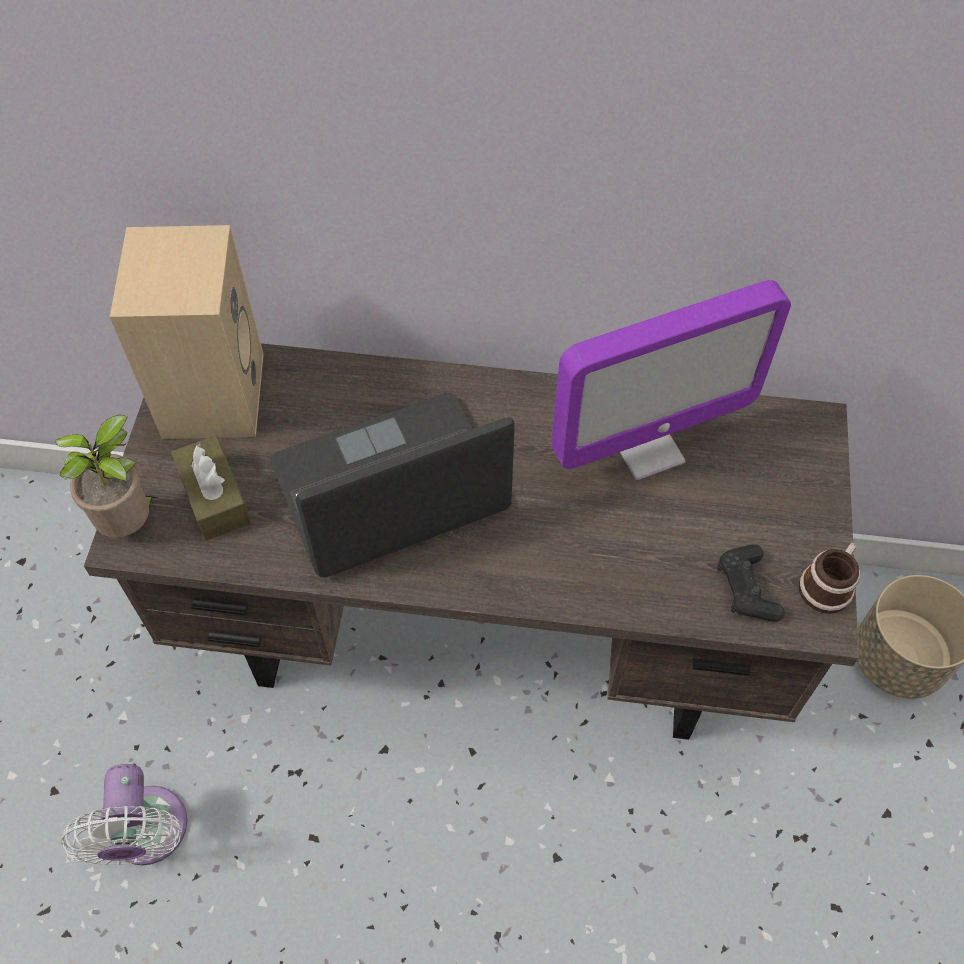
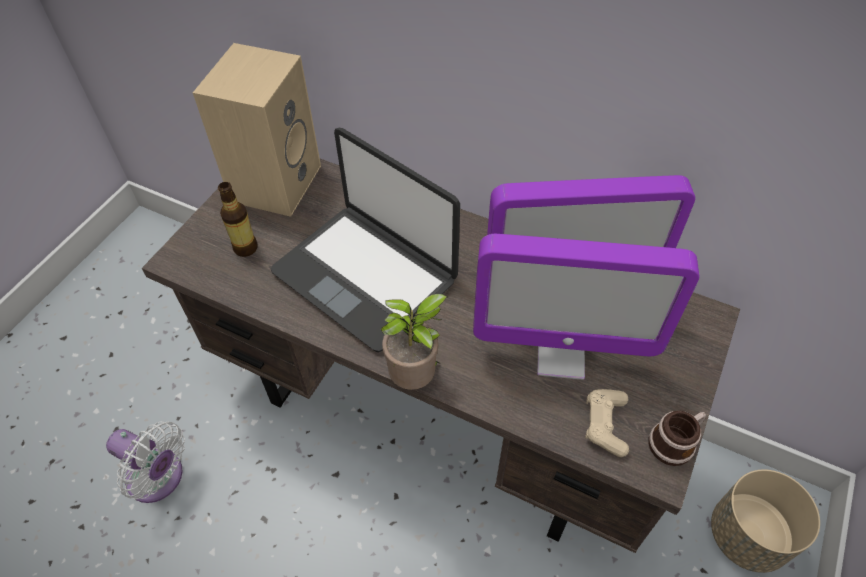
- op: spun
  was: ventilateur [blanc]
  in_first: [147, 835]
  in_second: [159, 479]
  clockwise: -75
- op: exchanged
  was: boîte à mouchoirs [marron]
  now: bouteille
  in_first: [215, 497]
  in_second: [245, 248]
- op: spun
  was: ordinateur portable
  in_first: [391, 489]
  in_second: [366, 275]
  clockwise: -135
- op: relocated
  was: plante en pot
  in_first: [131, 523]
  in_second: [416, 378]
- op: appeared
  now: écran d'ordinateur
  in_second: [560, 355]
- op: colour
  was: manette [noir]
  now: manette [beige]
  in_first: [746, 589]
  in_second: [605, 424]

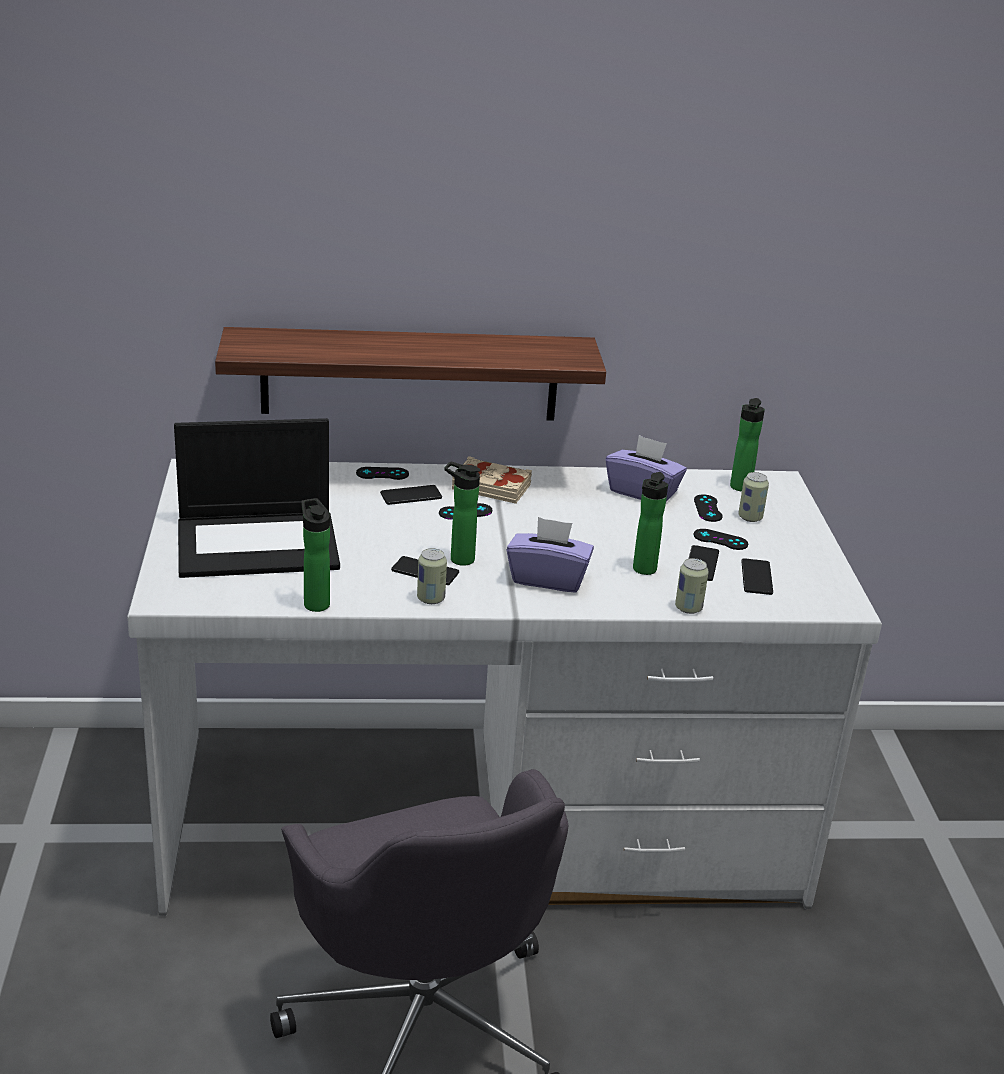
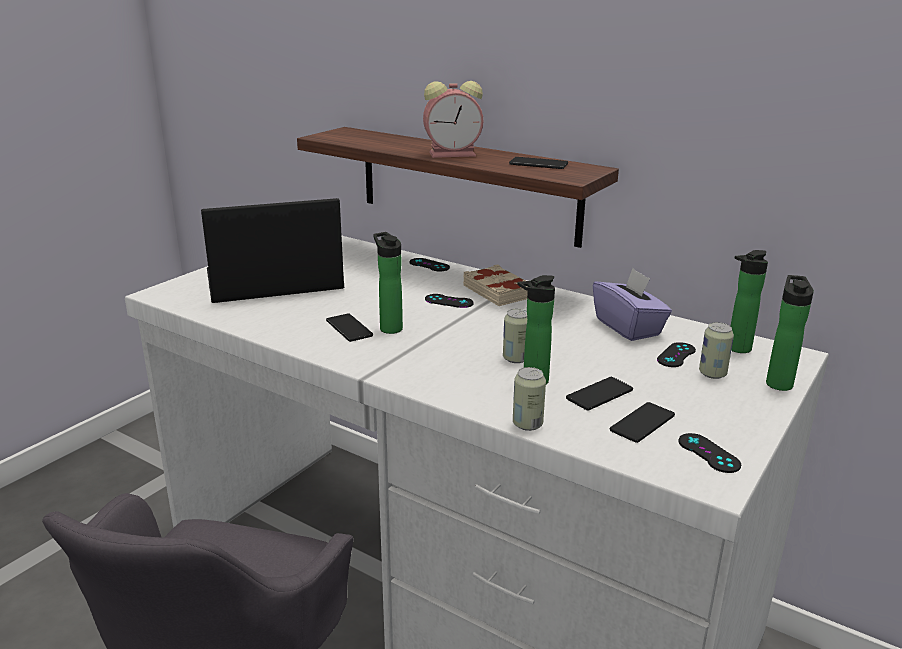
- op: spun
  was: ordinateur portable
  in_first: [259, 544]
  in_second: [273, 281]
  clockwise: 135
- op: appeared
  now: réveil
  in_second: [454, 154]
- op: relocated
  was: boîte métallique
  in_first: [431, 599]
  in_second: [515, 358]
- op: relocated
  was: téléphone
  in_first: [411, 496]
  in_second: [538, 164]
- op: relocated
  was: manette [noir]
  in_first: [720, 540]
  in_second: [708, 453]
- op: relocated
  was: bouteille
  in_first: [315, 603]
  in_second: [778, 382]
- op: missing
  was: boîte à mouchoirs [violet]
  in_first: [548, 578]

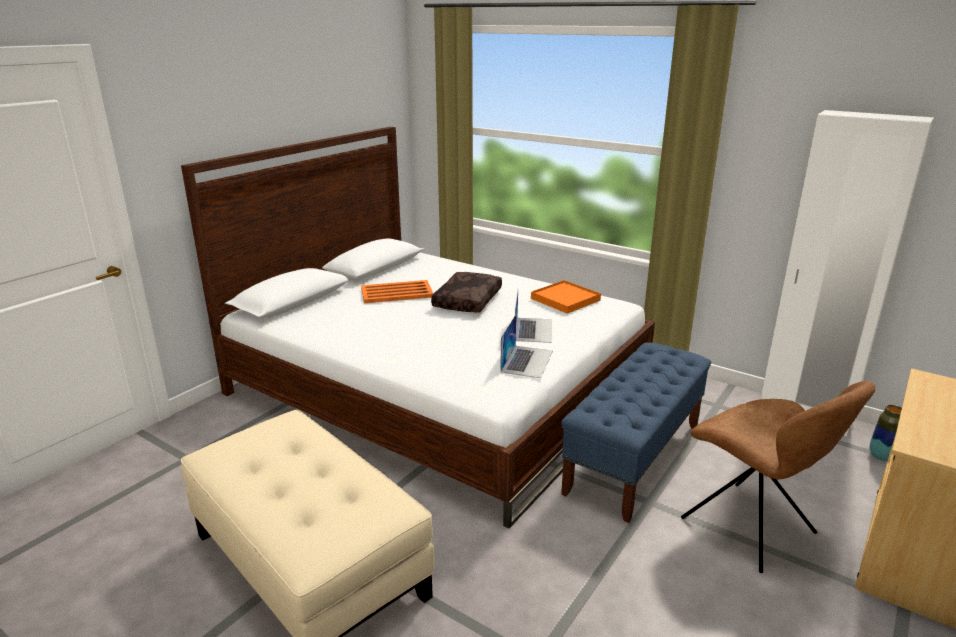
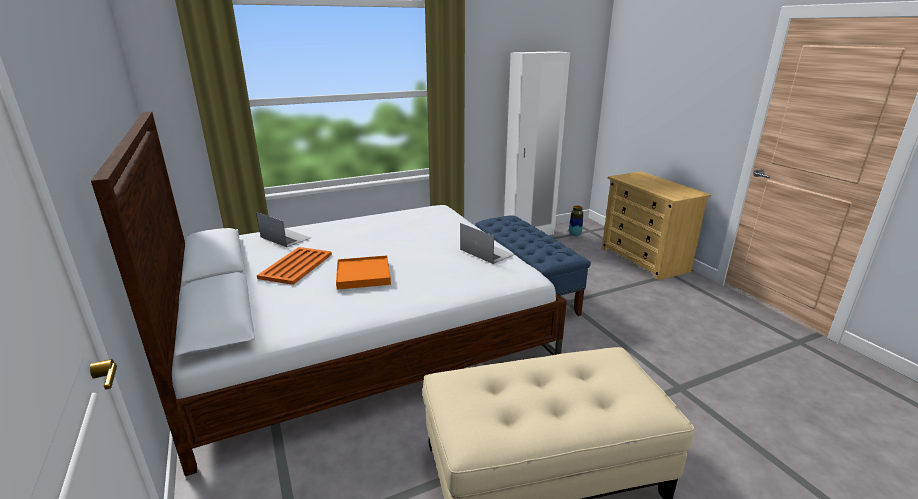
- op: relocated
  was: ordinateur portable
  in_first: [533, 329]
  in_second: [285, 237]
- op: relocated
  was: plateau [orange]
  in_first: [565, 299]
  in_second: [363, 275]
- op: missing
  was: coussin [marron]
  in_first: [466, 300]
- op: missing
  was: chaise [marron]
  in_first: [752, 528]

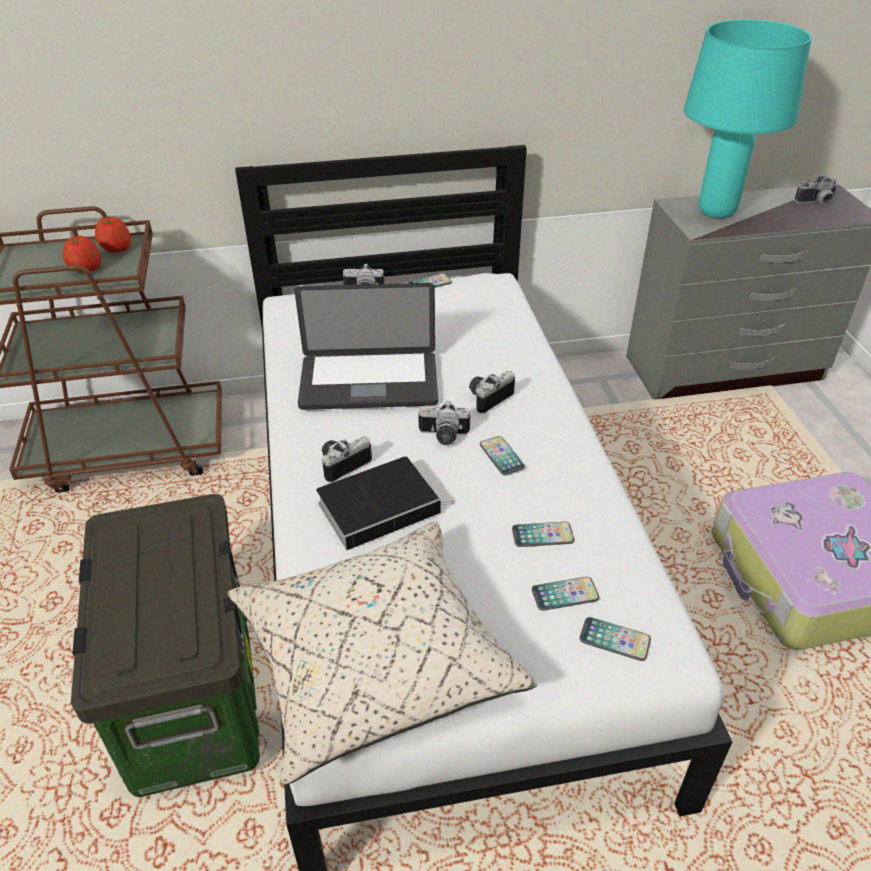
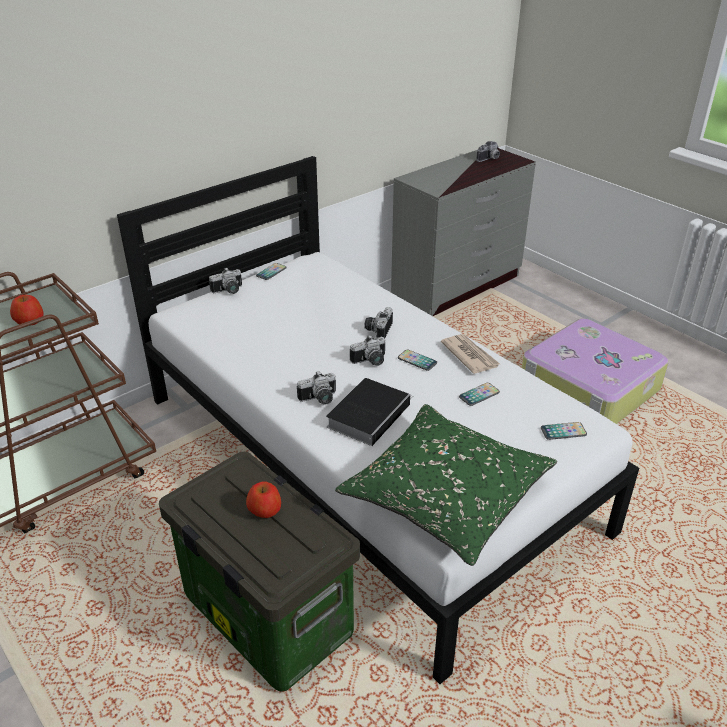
- op: relocated
  was: pomme
  in_first: [116, 248]
  in_second: [264, 510]
- op: spun
  was: appareil photo
  in_first: [342, 463]
  in_second: [319, 399]
  clockwise: -135
- op: colour
  was: coussin [beige]
  now: coussin [vert]
  in_first: [374, 660]
  in_second: [445, 495]
- op: appeared
  now: journal
  in_second: [469, 355]
- op: missing
  was: ordinateur portable
  in_first: [369, 383]
- op: missing
  was: téléphone
  in_first: [565, 594]
- op: missing
  was: lampe de table [turquoise]
  in_first: [717, 212]

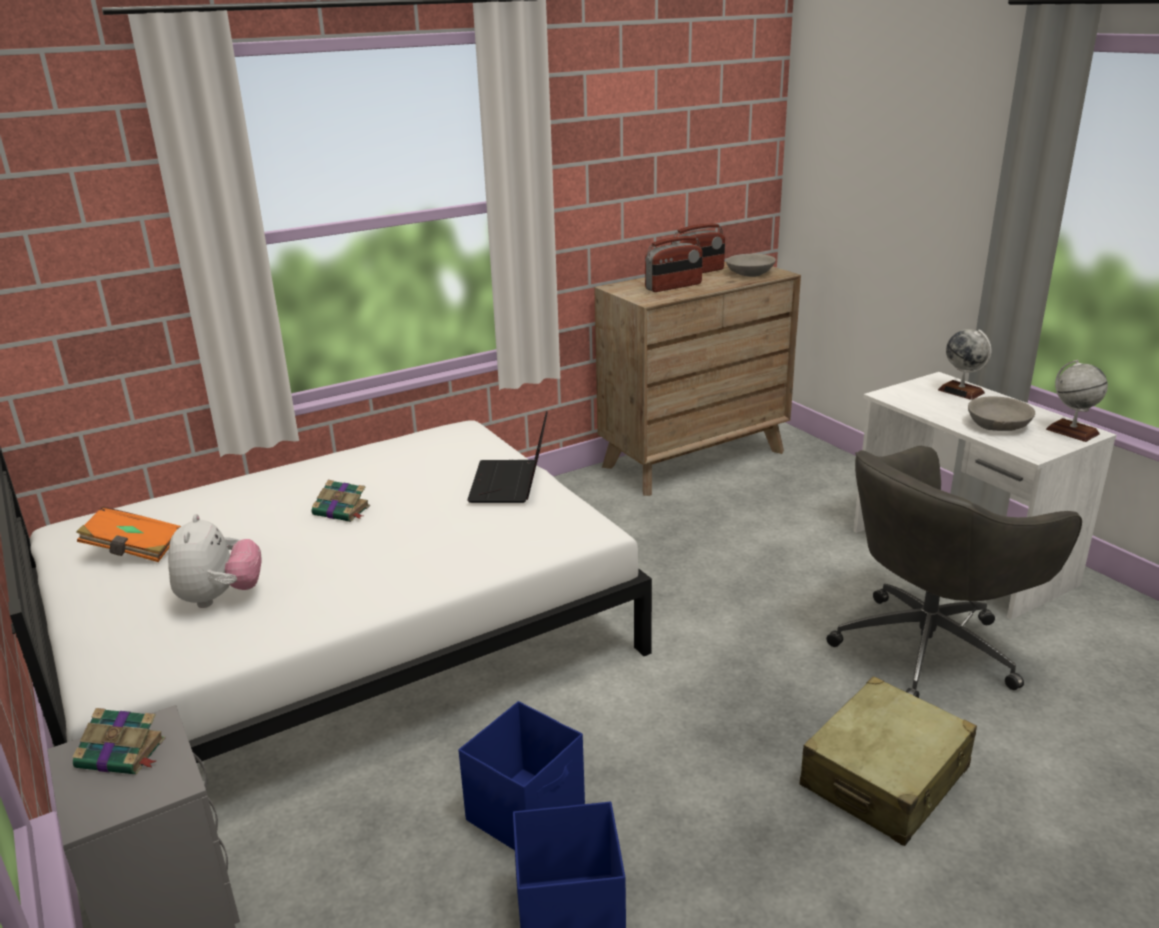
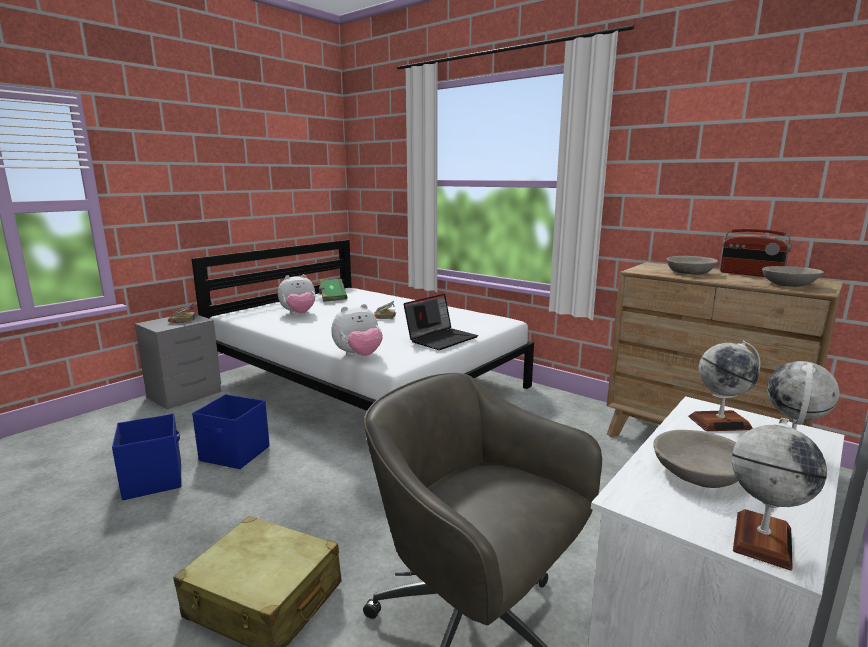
- op: colour
  was: livre [orange]
  now: livre [vert]
  in_first: [133, 549]
  in_second: [332, 297]
- op: appeared
  now: peluche
  in_second: [358, 356]
- op: spun
  was: ordinateur portable
  in_first: [511, 483]
  in_second: [441, 338]
  clockwise: 150
- op: exchanged
  was: radio
  now: bol [gris]
  in_first: [673, 287]
  in_second: [690, 273]
- op: appeared
  now: globe
  in_second: [720, 422]

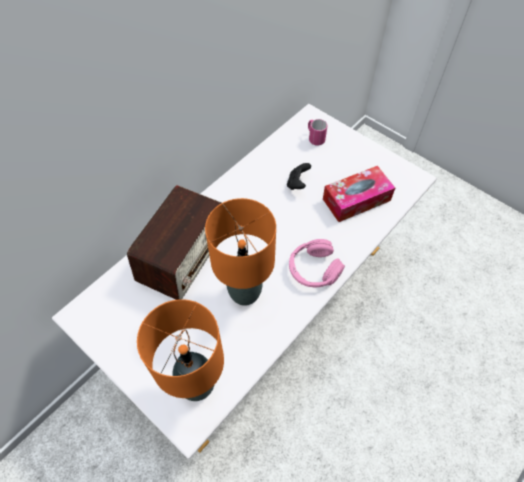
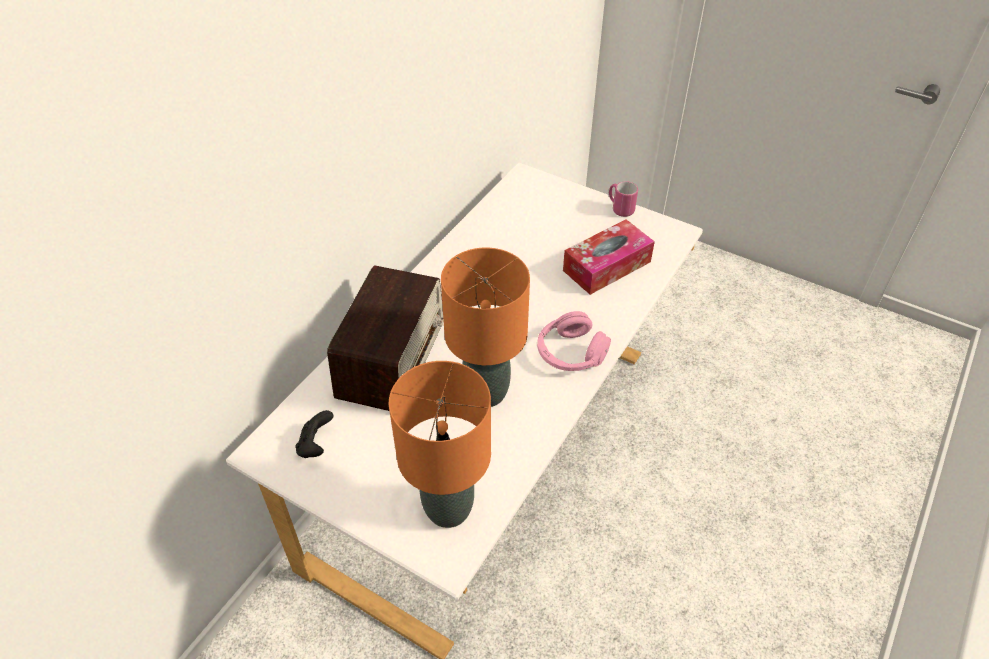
- op: relocated
  was: manette [noir]
  in_first: [297, 183]
  in_second: [316, 445]
- op: relocated
  was: mug [rose]
  in_first: [314, 138]
  in_second: [620, 208]

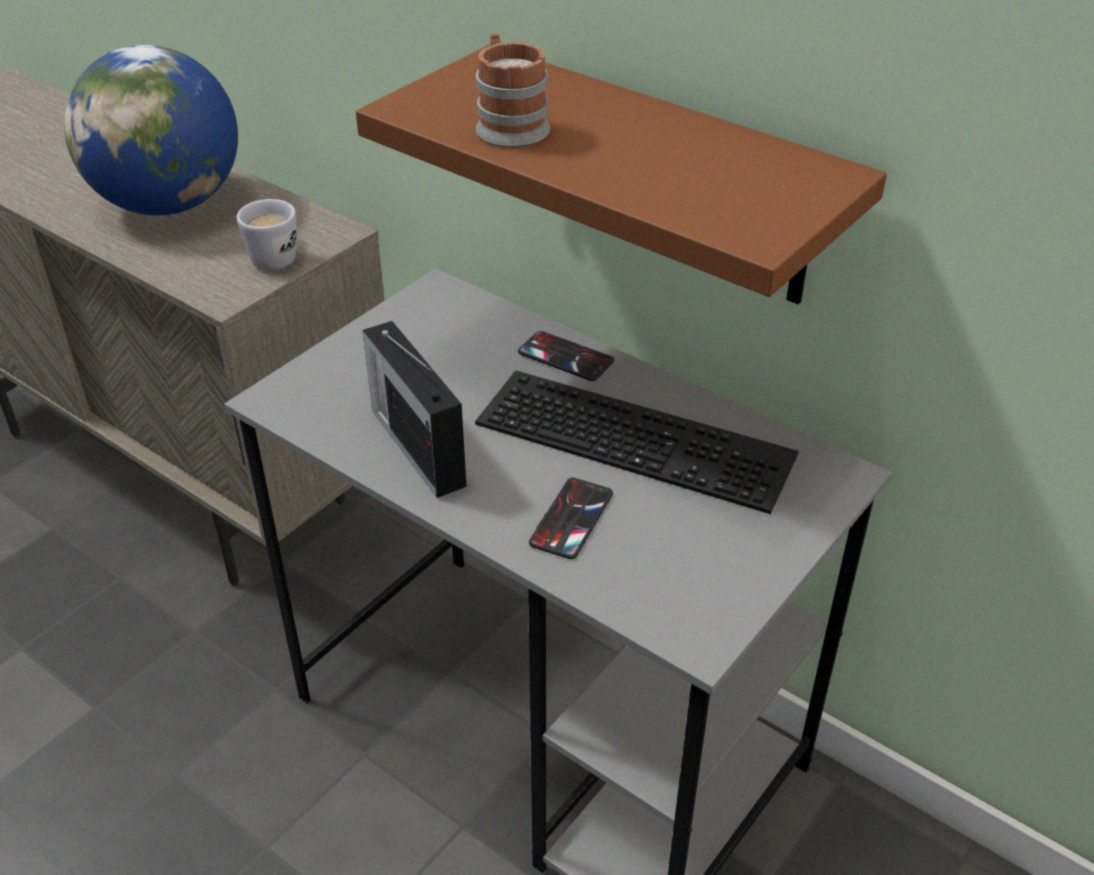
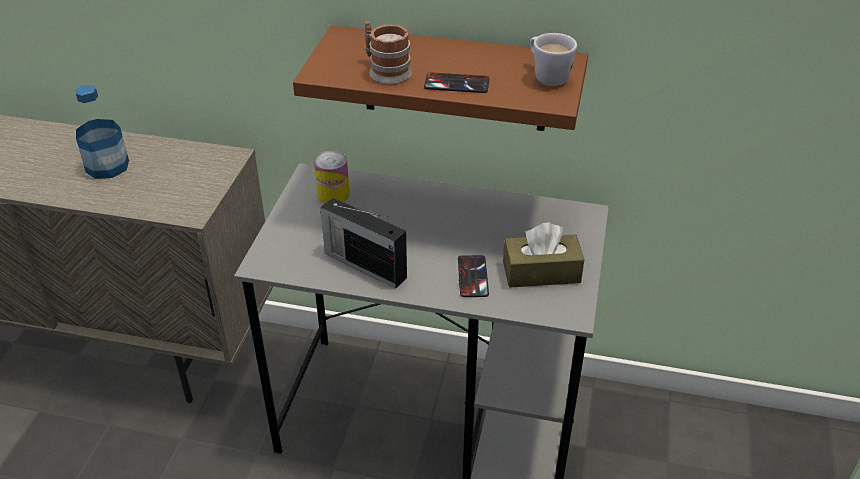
- op: exchanged
  was: globe
  now: bouteille
  in_first: [169, 204]
  in_second: [107, 166]
- op: appeared
  now: boîte métallique
  in_second: [333, 194]
- op: relocated
  was: téléphone
  in_first: [566, 357]
  in_second: [456, 83]
- op: appeared
  now: boîte à mouchoirs [marron]
  in_second: [541, 272]
- op: relocated
  was: mug [blanc]
  in_first: [275, 255]
  in_second: [546, 76]
- op: missing
  was: clavier
  in_first: [639, 436]

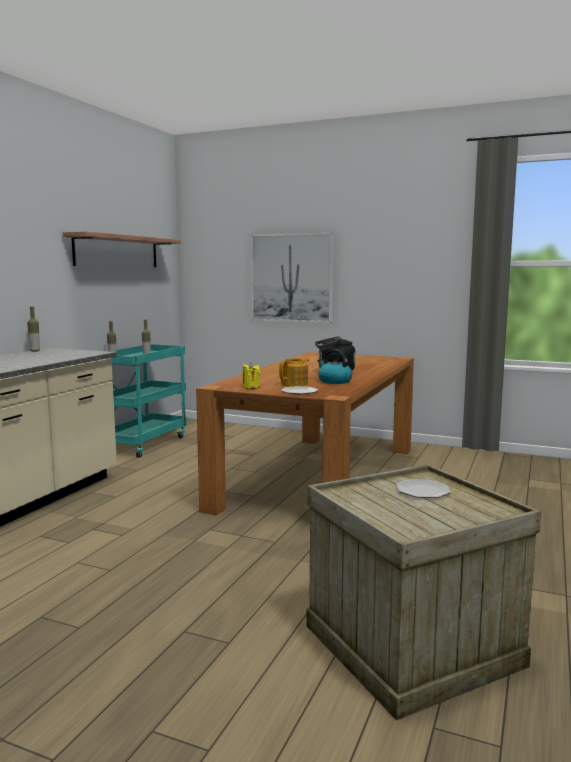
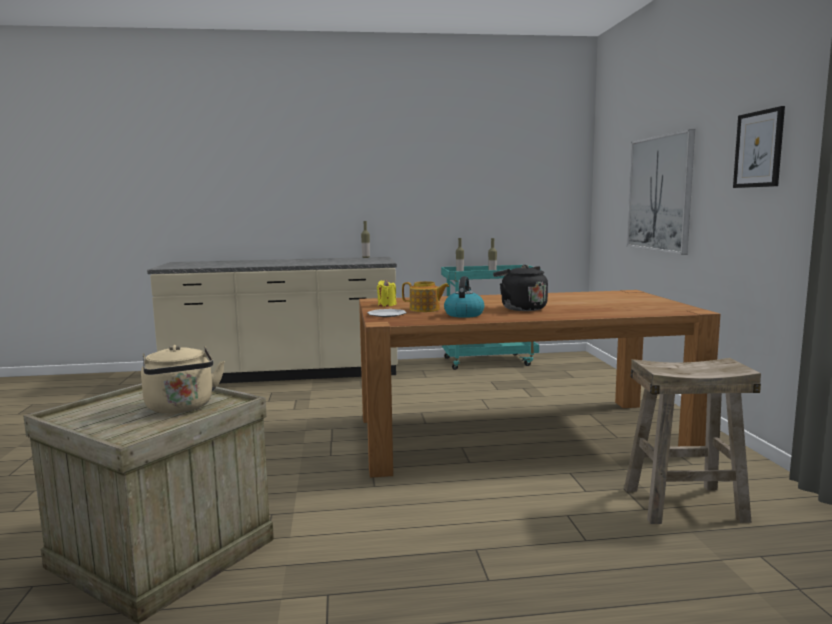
- op: exchanged
  was: assiette
  now: bouilloire [beige]
  in_first: [423, 491]
  in_second: [181, 408]
- op: appeared
  now: tabouret [beige]
  in_second: [683, 504]
- op: appeared
  now: tableau
  in_second: [759, 149]
- op: missing
  was: étagère
  in_first: [117, 251]

